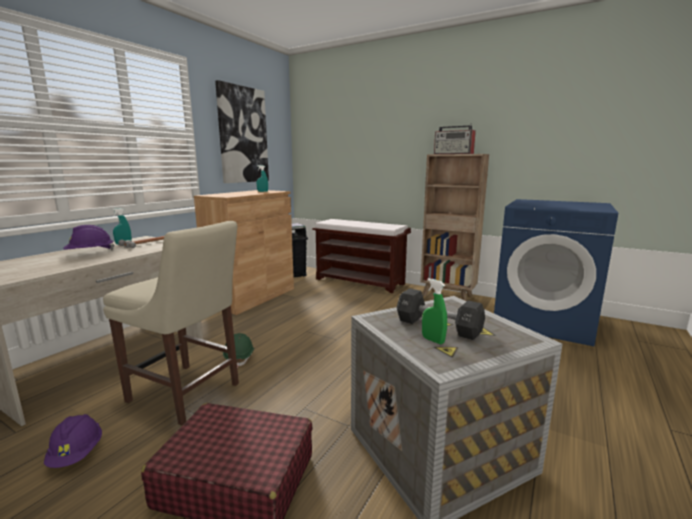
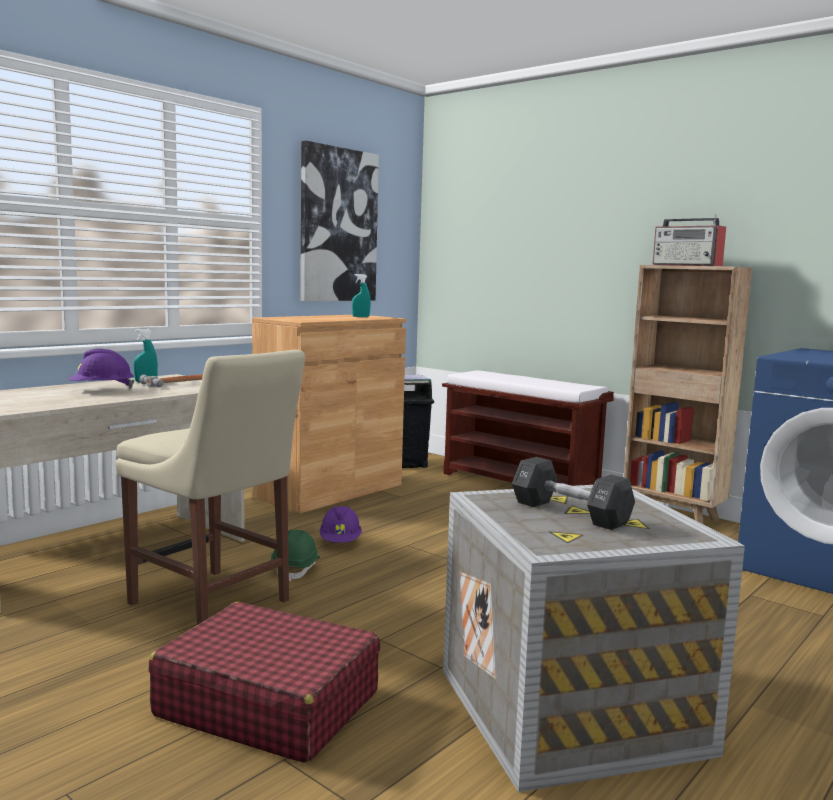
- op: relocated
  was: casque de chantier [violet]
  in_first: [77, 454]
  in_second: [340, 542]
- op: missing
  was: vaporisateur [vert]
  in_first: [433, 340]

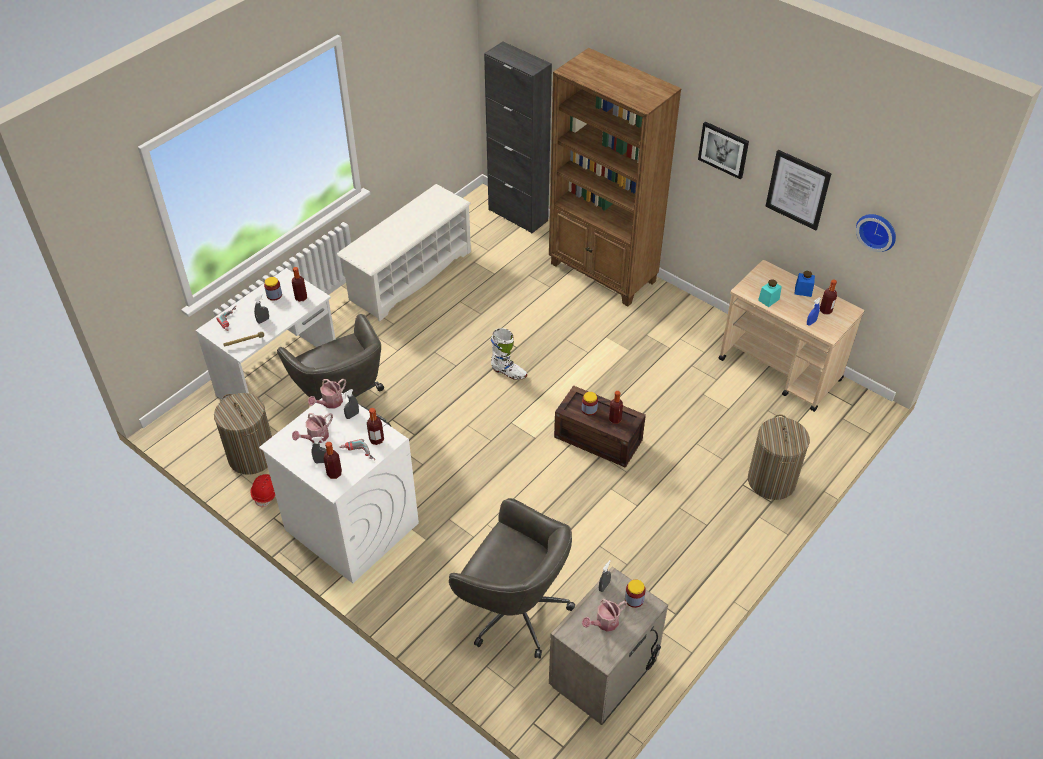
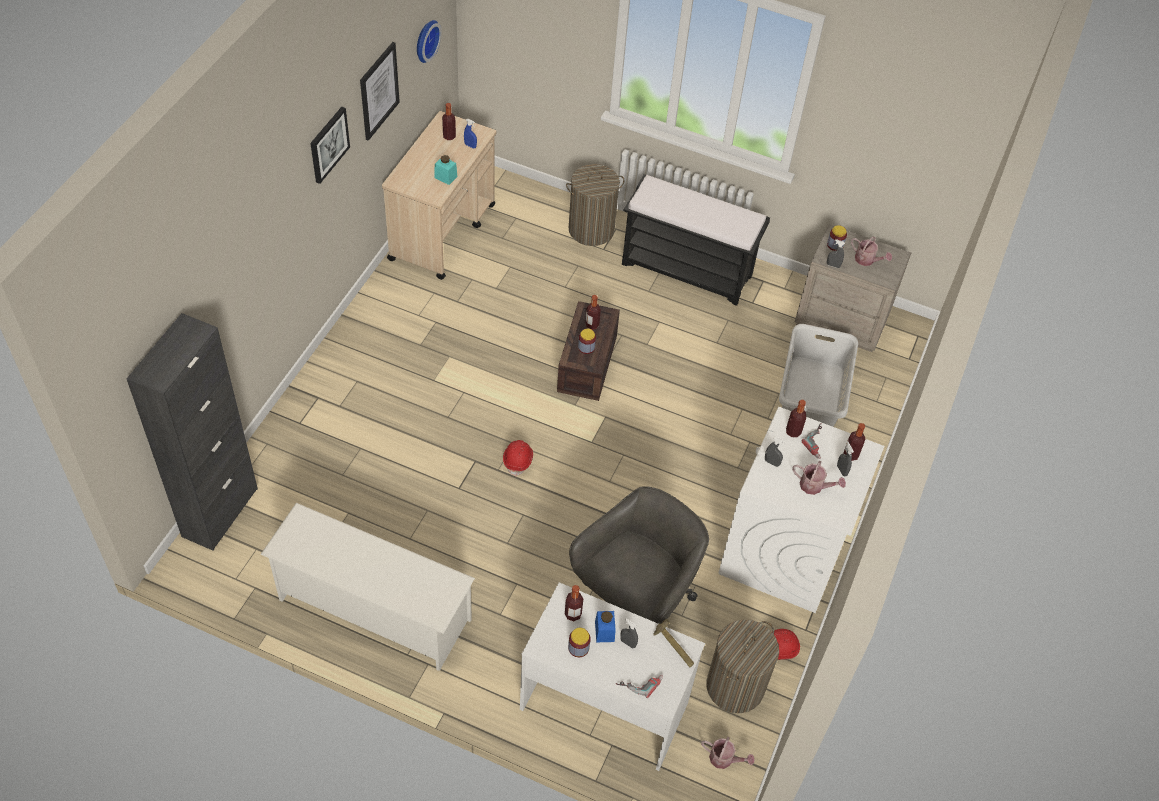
- op: exchanged
  was: botte [blanc]
  now: casque de chantier [rouge]
  in_first: [508, 372]
  in_second: [518, 460]
- op: relocated
  was: bocal [bleu]
  in_first: [803, 291]
  in_second: [604, 631]
- op: appeared
  now: banc [noir]
  in_second: [688, 269]
- op: relocated
  was: arrosoir
  in_first: [330, 403]
  in_second: [724, 759]
- op: exchanged
  was: chaise de bureau [gris]
  now: panier à linge [gris]
  in_first: [514, 609]
  in_second: [813, 392]
- op: missing
  was: bibliothèque [marron]
  in_first: [603, 273]

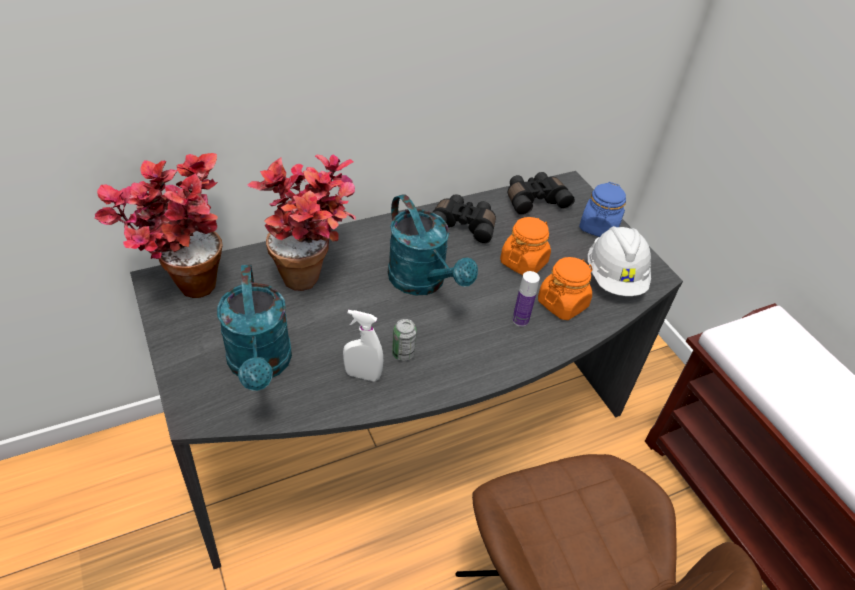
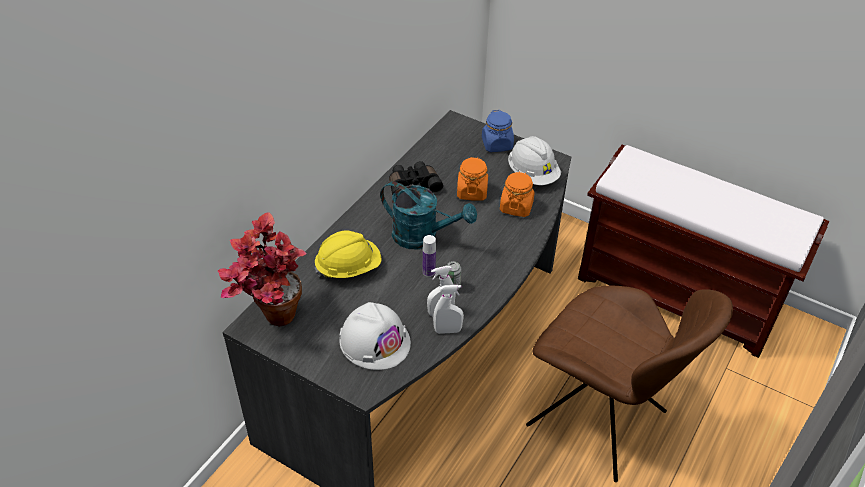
- op: exchanged
  was: plante en pot
  now: casque de chantier [jaune]
  in_first: [313, 274]
  in_second: [348, 268]
- op: exchanged
  was: arrosoir [turquoise]
  now: casque de chantier [blanc]
  in_first: [260, 366]
  in_second: [375, 341]
- op: relocated
  was: bouteille
  in_first: [520, 320]
  in_second: [428, 272]
- op: appeared
  now: vaporisateur [blanc]
  in_second: [447, 330]
- op: missing
  was: jumelles [noir]
  in_first: [534, 200]

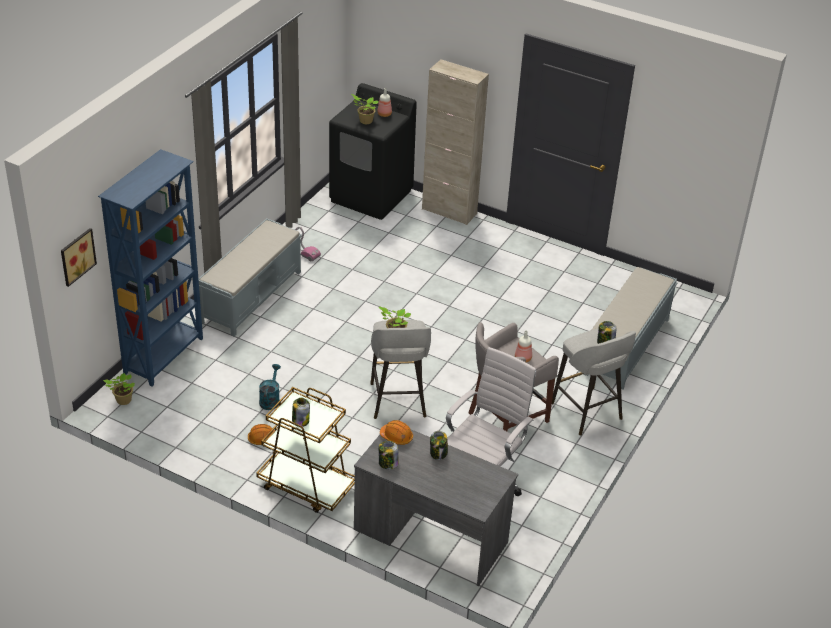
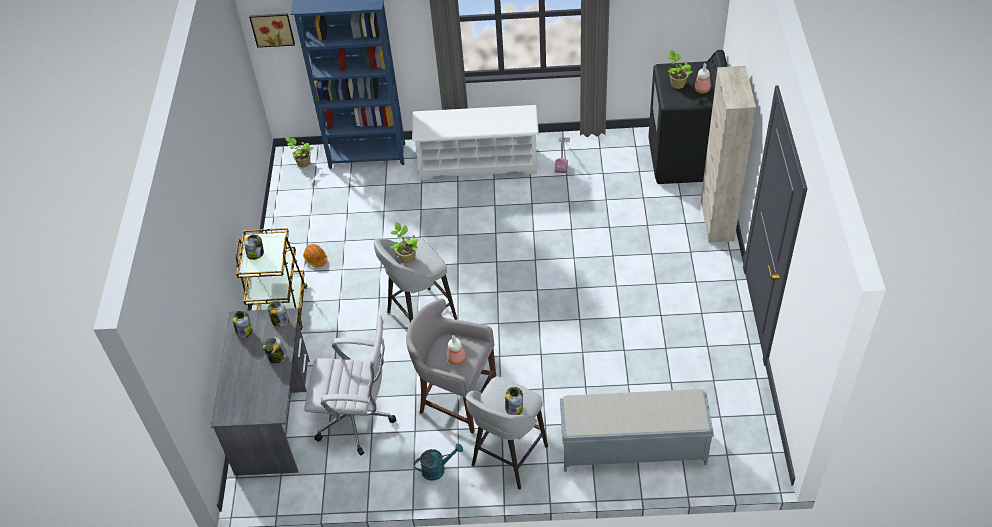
- op: exchanged
  was: casque de chantier [orange]
  now: bocal
  in_first: [396, 437]
  in_second: [280, 321]
- op: exchanged
  was: banc [gris]
  now: étagère à chaussures [blanc]
  in_first: [252, 296]
  in_second: [478, 163]
- op: relocated
  was: arrosoir [turquoise]
  in_first: [270, 399]
  in_second: [437, 469]

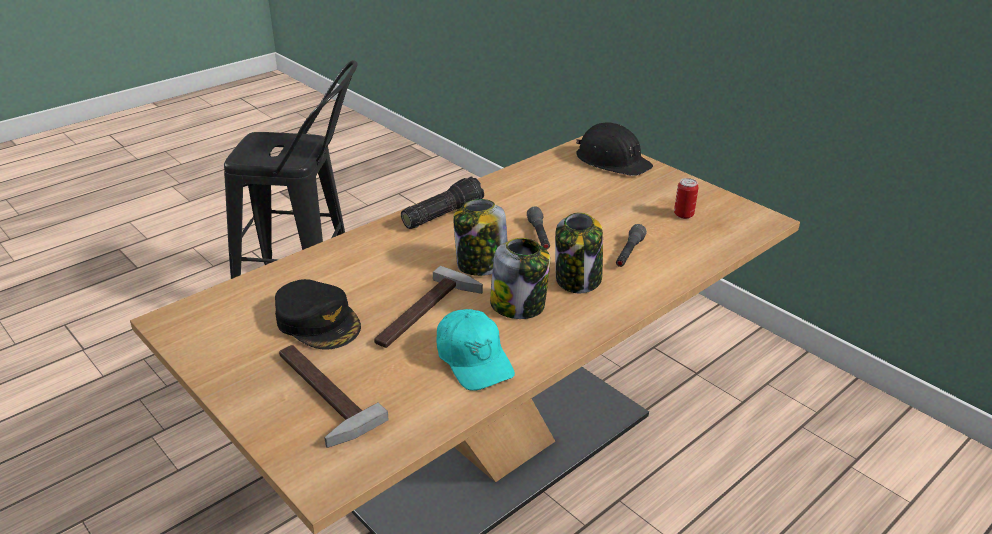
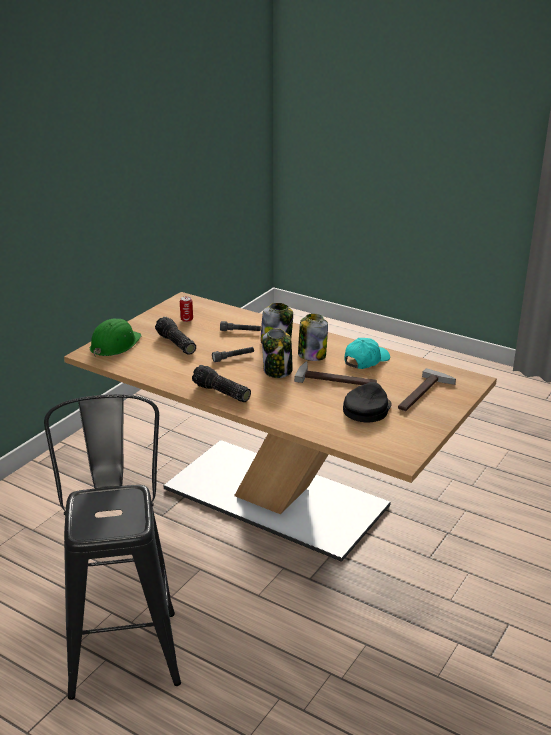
- op: colour
  was: casque de chantier [noir]
  now: casque de chantier [vert]
  in_first: [612, 160]
  in_second: [114, 344]
- op: appeared
  now: lampe de poche
  in_second: [175, 344]

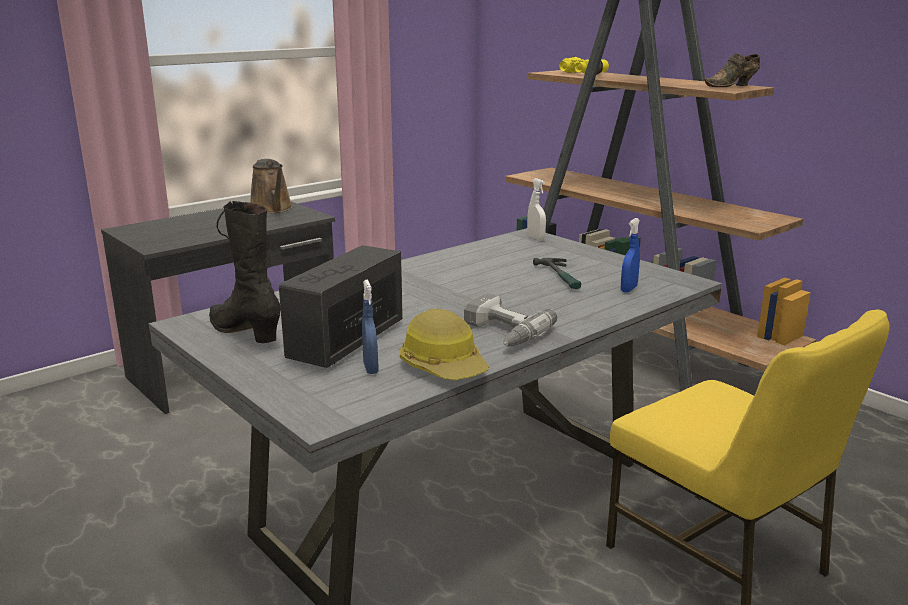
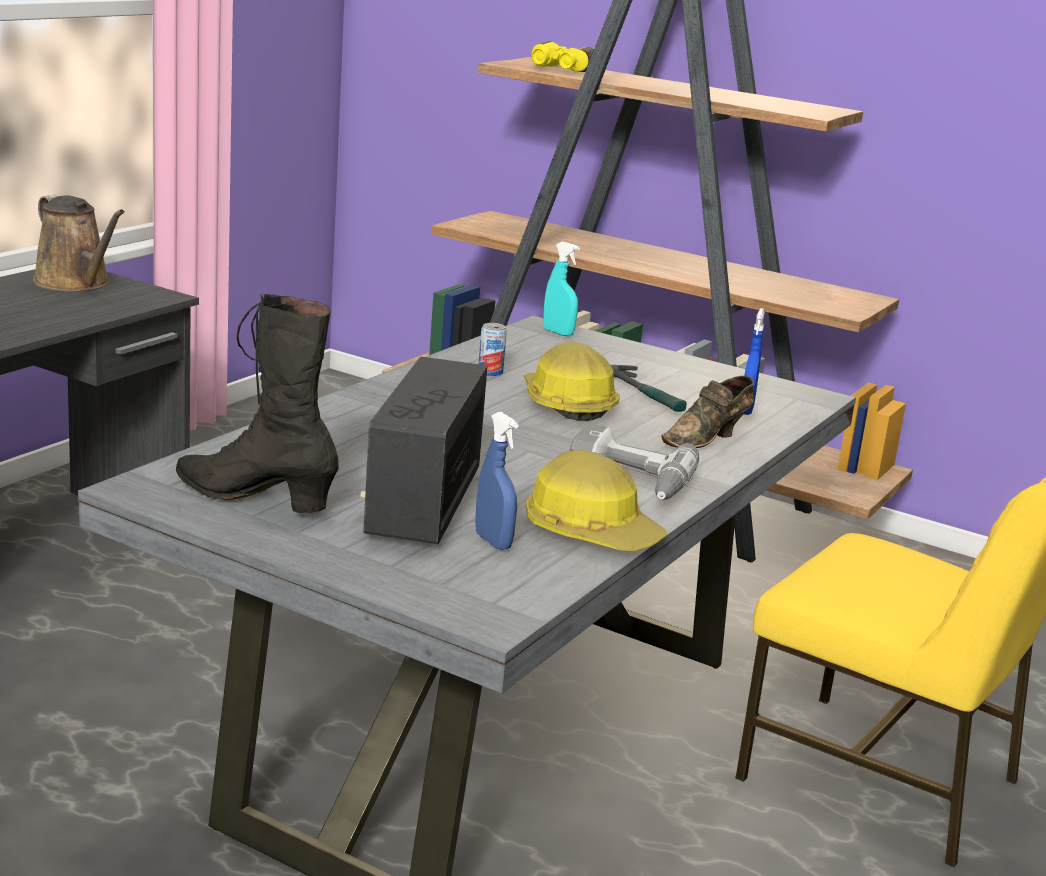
- op: appeared
  now: boîte métallique
  in_second: [490, 372]
- op: appeared
  now: casque de chantier
  in_second: [566, 404]
- op: colour
  was: vaporisateur [blanc]
  now: vaporisateur [turquoise]
  in_first: [535, 238]
  in_second: [558, 333]
- op: relocated
  was: chaussure [marron]
  in_first: [732, 86]
  in_second: [708, 439]

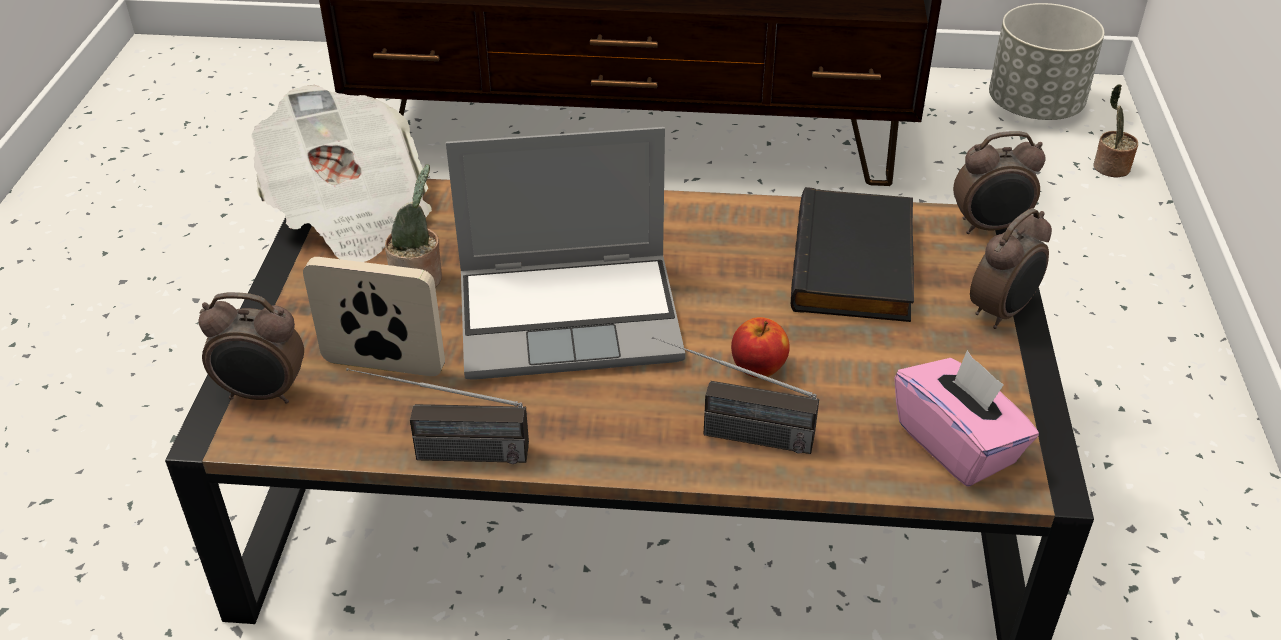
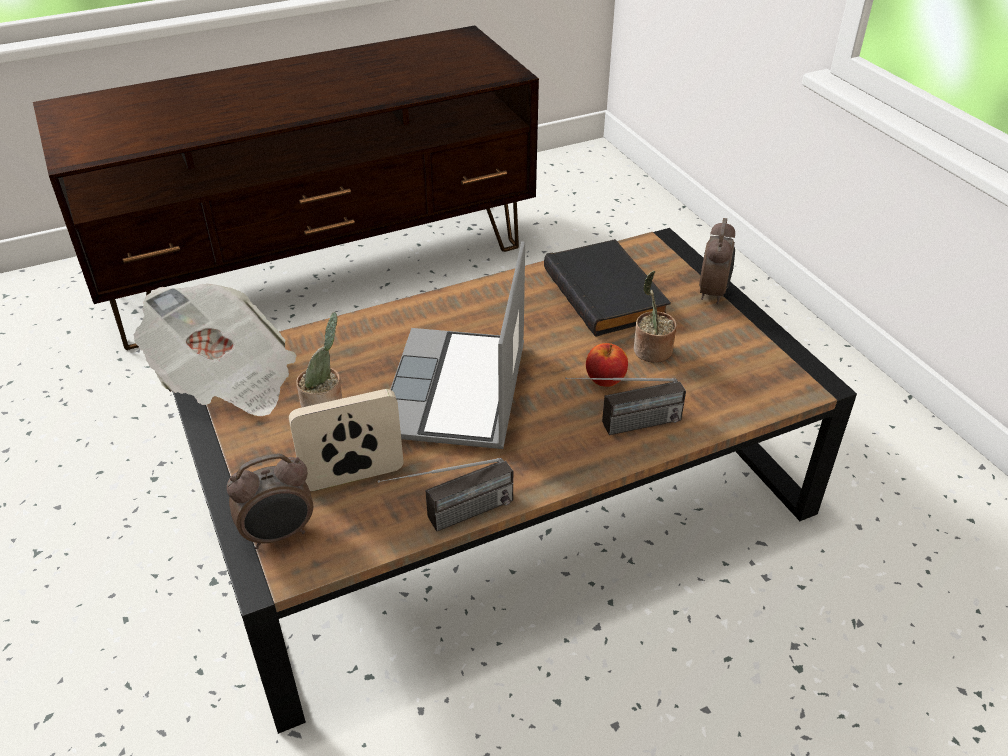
- op: spun
  was: ordinateur portable
  in_first: [572, 317]
  in_second: [458, 393]
  clockwise: 135
- op: relocated
  was: plante en pot
  in_first: [1109, 168]
  in_second: [651, 352]
- op: missing
  was: boîte à mouchoirs [rose]
  in_first: [957, 444]
- op: missing
  was: réveil
  in_first: [989, 227]
- op: missing
  was: cache-pot [gris]
  in_first: [1035, 107]

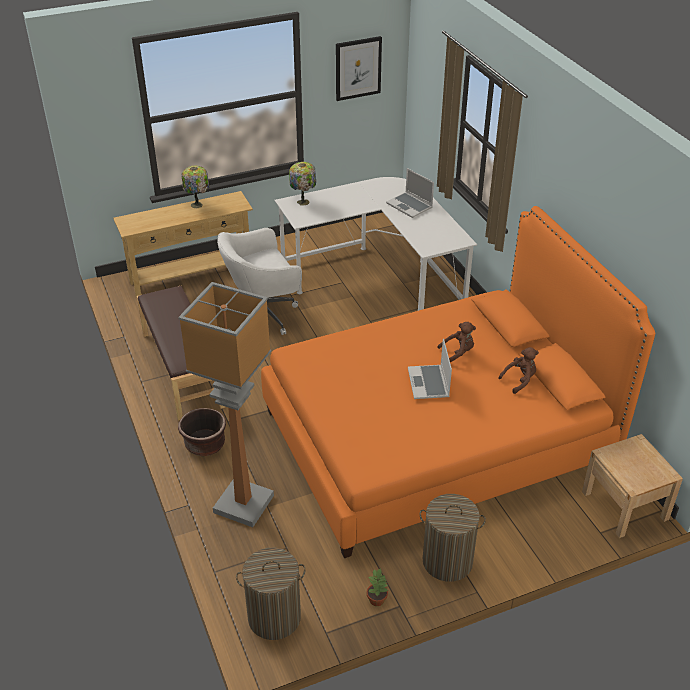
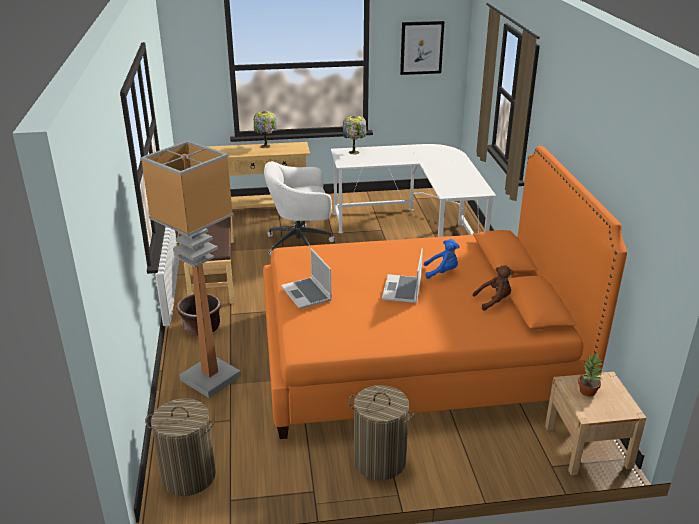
- op: relocated
  was: ordinateur portable
  in_first: [410, 206]
  in_second: [307, 294]
- op: colour
  was: peluche [marron]
  now: peluche [bleu]
  in_first: [458, 353]
  in_second: [442, 272]
- op: relocated
  was: plante en pot
  in_first: [377, 600]
  in_second: [588, 391]

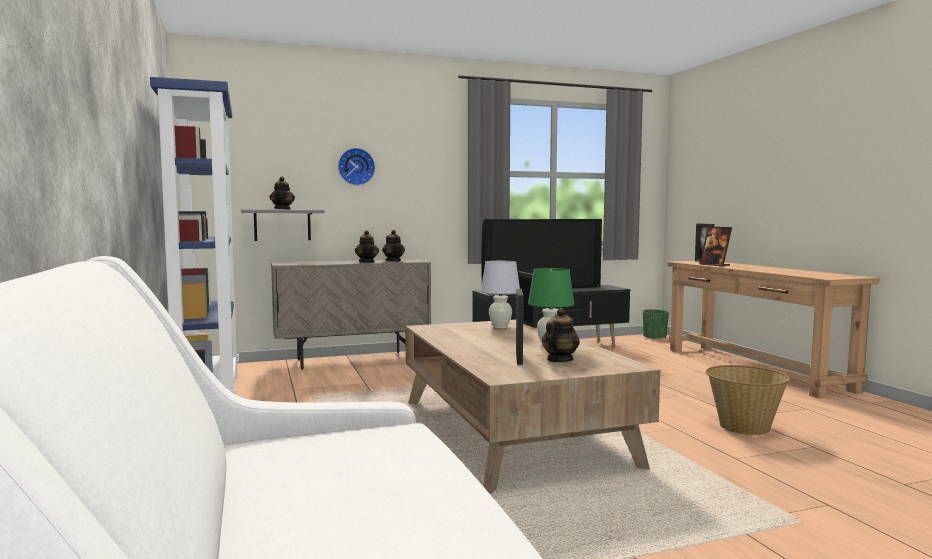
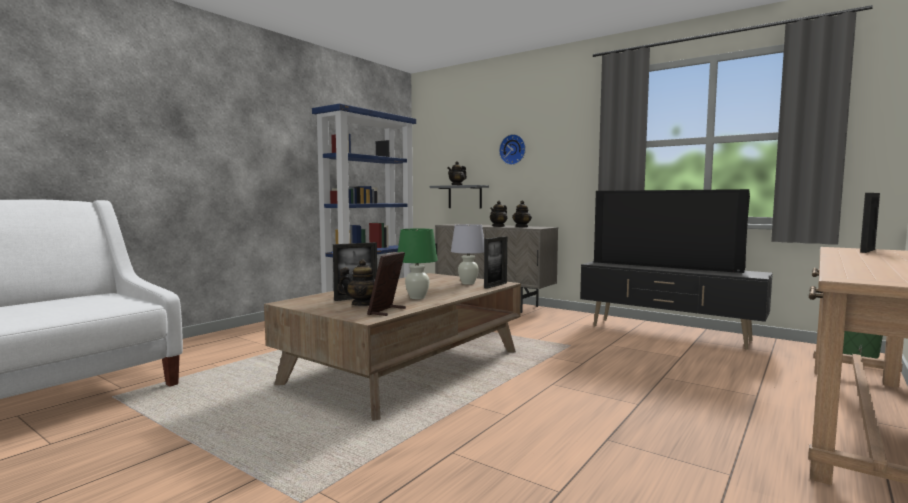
- op: relocated
  was: cadre photo
  in_first: [715, 265]
  in_second: [387, 311]
- op: missing
  was: panier
  in_first: [744, 427]

